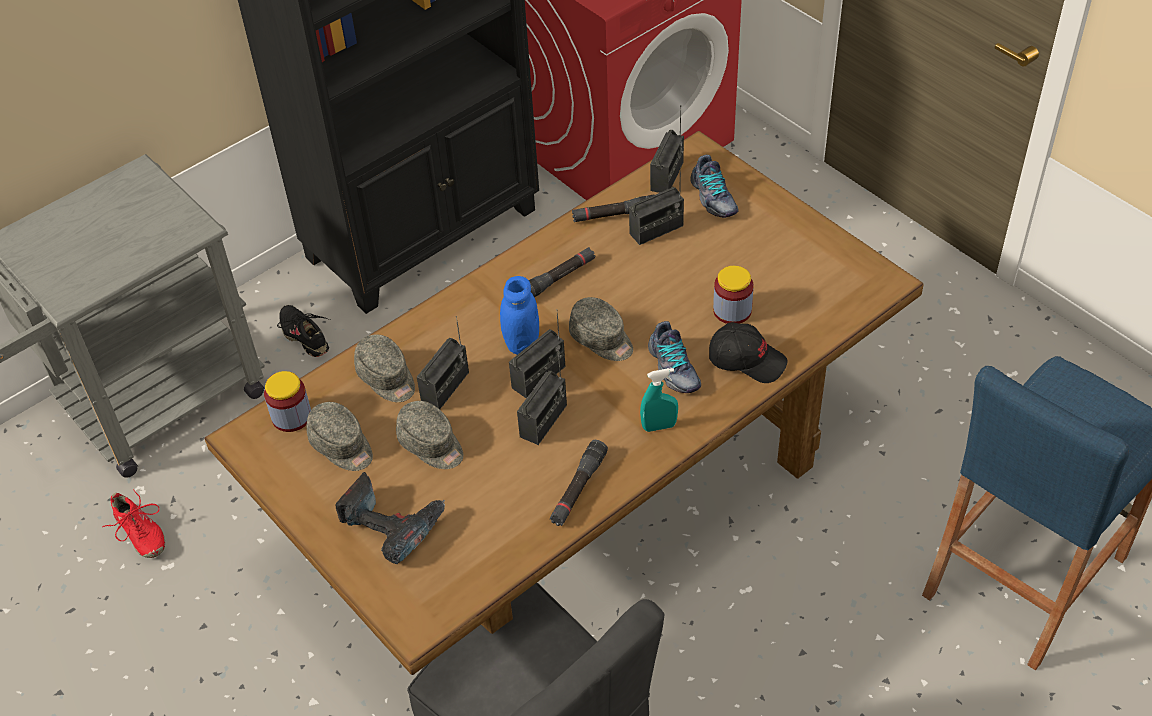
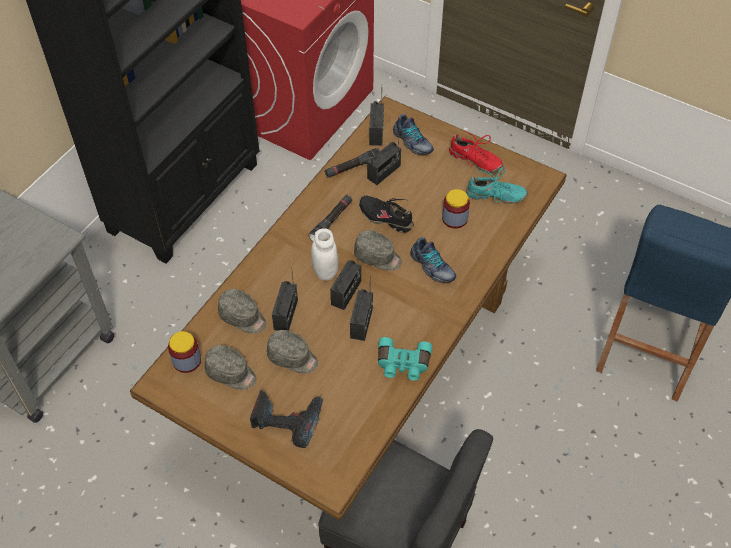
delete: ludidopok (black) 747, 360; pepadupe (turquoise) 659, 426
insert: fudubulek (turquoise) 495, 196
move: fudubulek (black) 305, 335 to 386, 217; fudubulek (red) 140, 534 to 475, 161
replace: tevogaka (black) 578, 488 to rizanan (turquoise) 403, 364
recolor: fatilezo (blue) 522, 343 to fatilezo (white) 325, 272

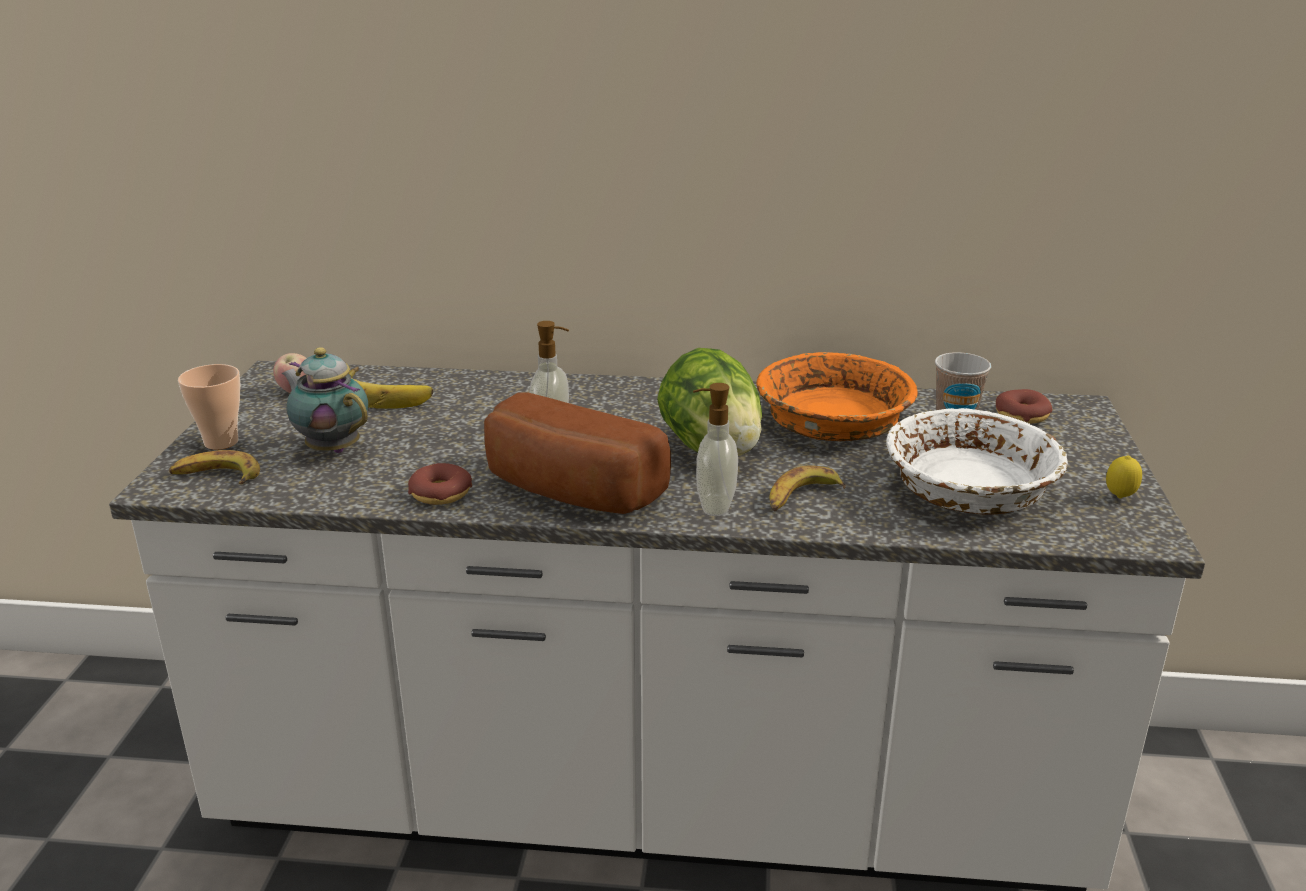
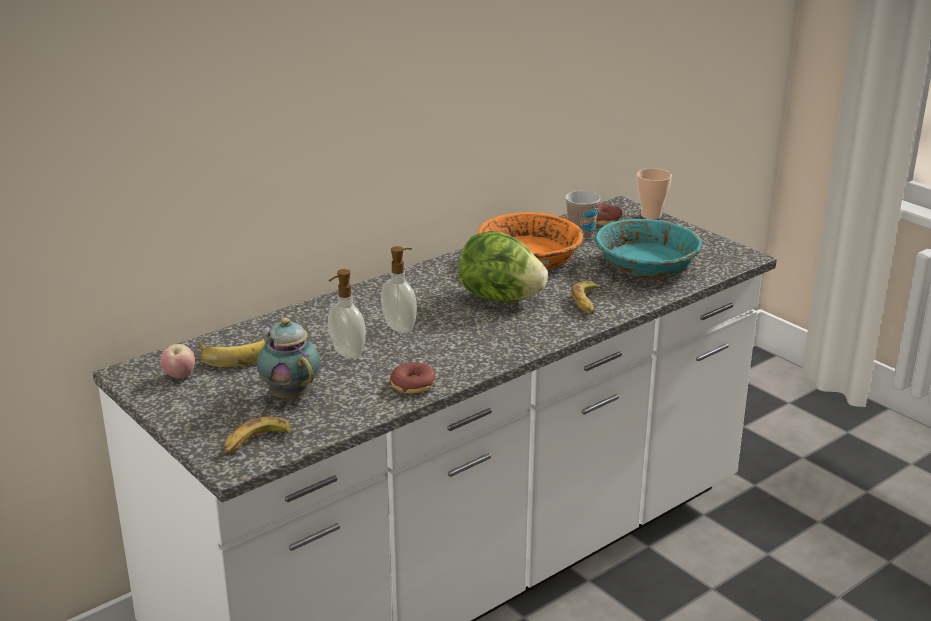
delete: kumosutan 567, 492; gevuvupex 1119, 498
move: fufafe 221, 442 to 651, 216; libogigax 713, 506 to 346, 353
recolor: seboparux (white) 970, 489 to seboparux (turquoise) 646, 266
rotate: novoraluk 332, 448 = 290, 394 60 degrees clockwise

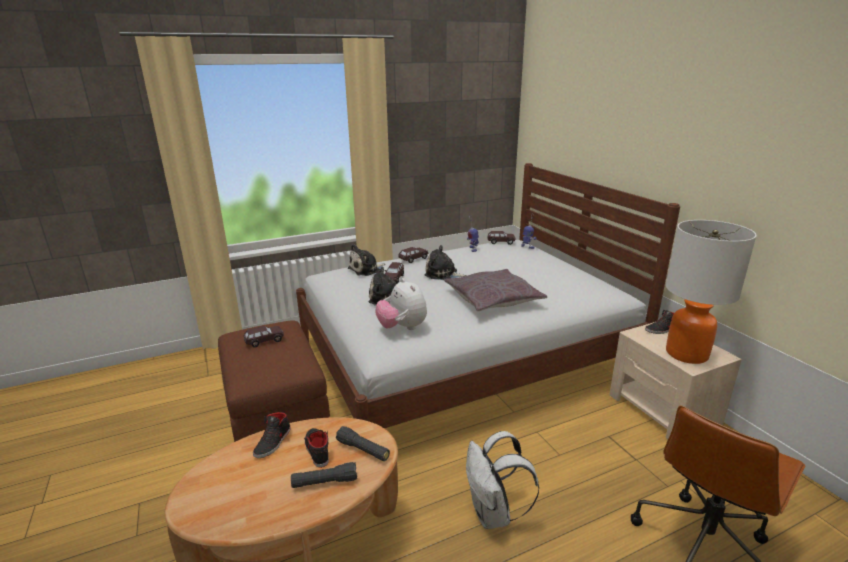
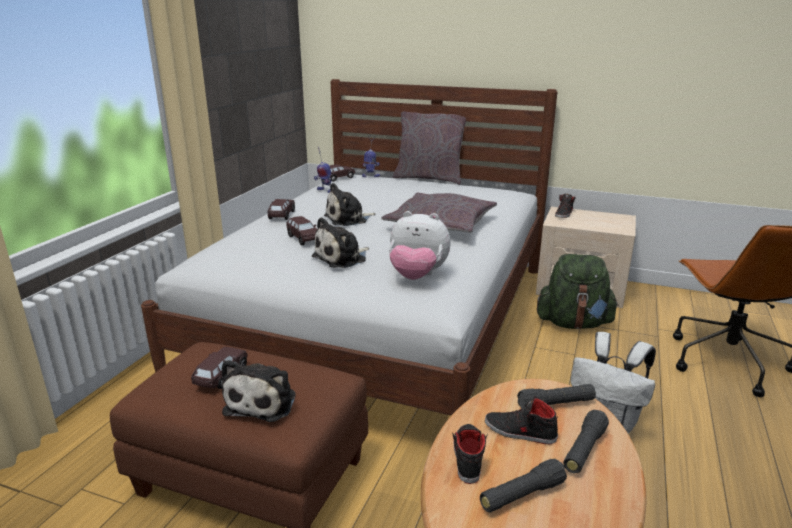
delete: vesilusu 686, 354
insert: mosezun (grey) 429, 178; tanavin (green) 573, 323; tevogaka (black) 522, 495
move: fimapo 366, 270 to 263, 401
rotate: fudubulek (black) 273, 442 = 467, 456 150 degrees counterclockwise

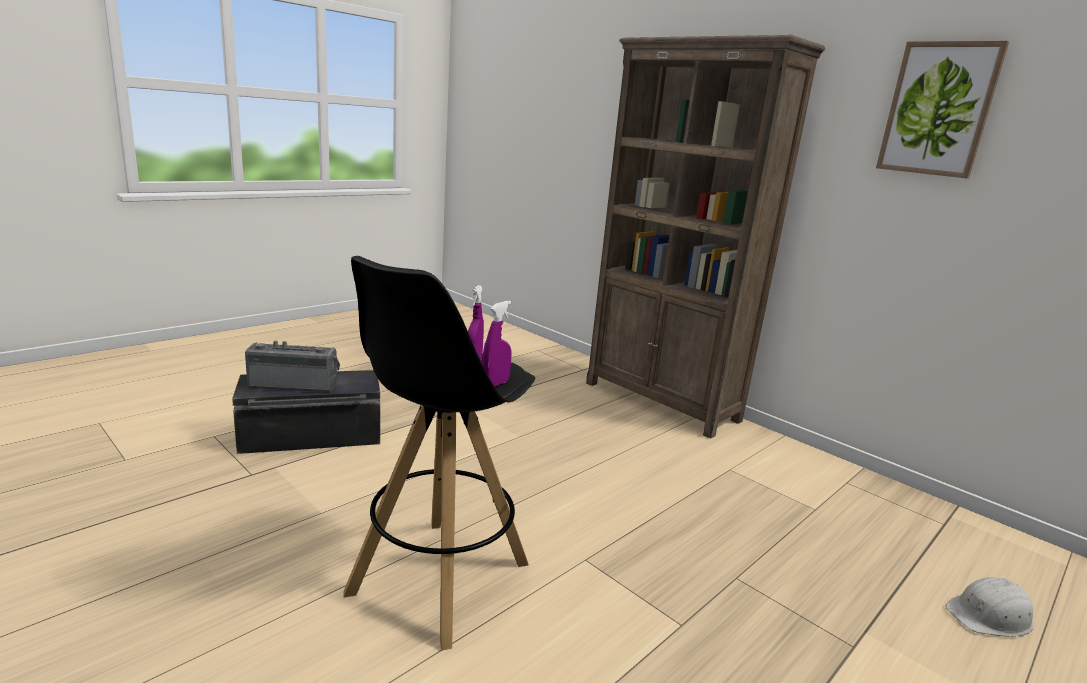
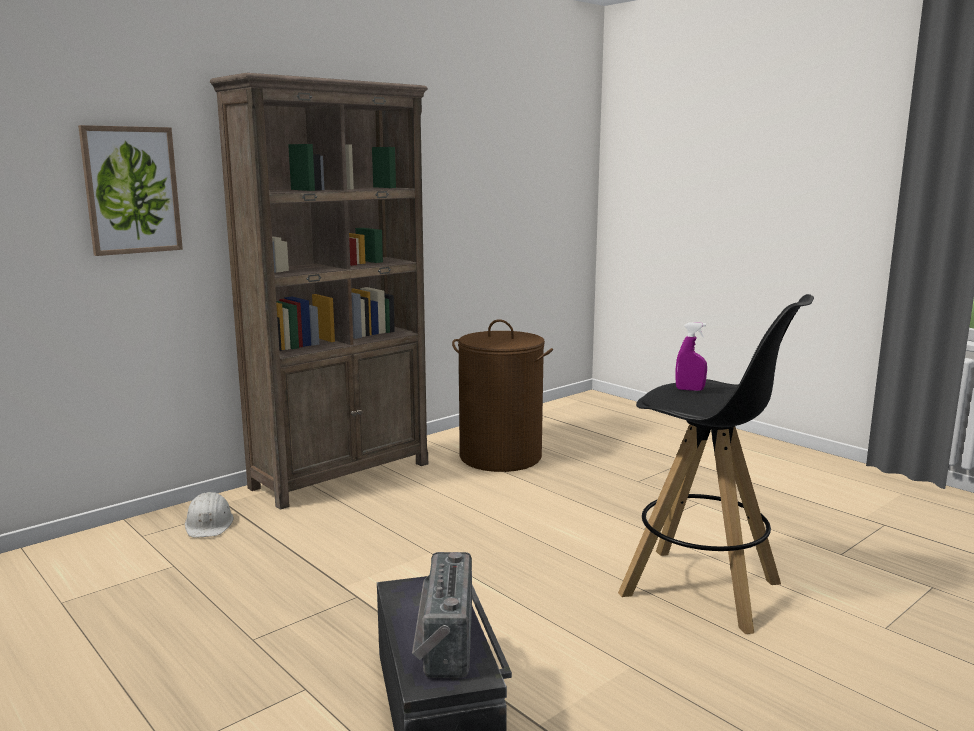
delete: pepadupe (purple) 495, 384
insert: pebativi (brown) 501, 457
move: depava 938, 109 to 131, 190; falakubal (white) 990, 616 to 209, 524

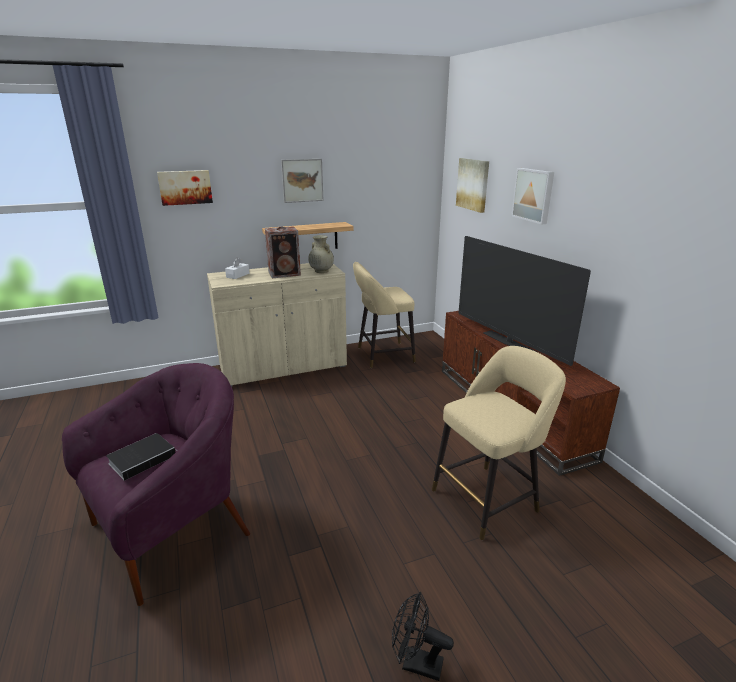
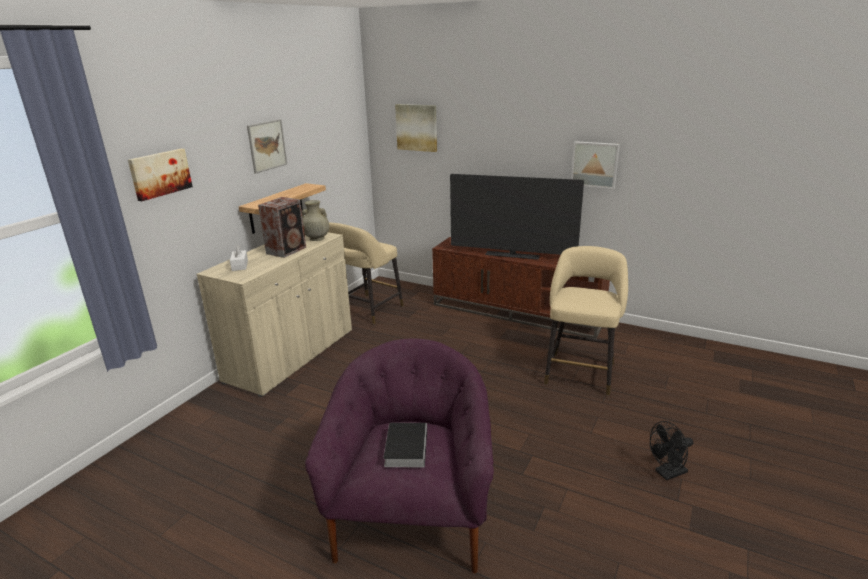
move: depava 534, 195 to 595, 164

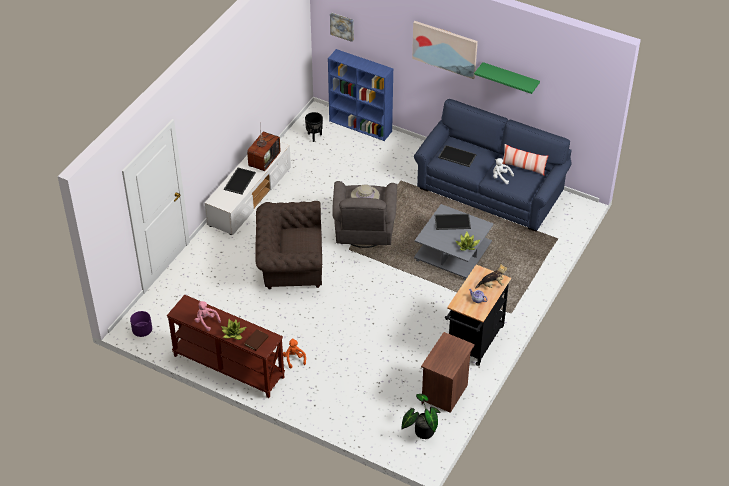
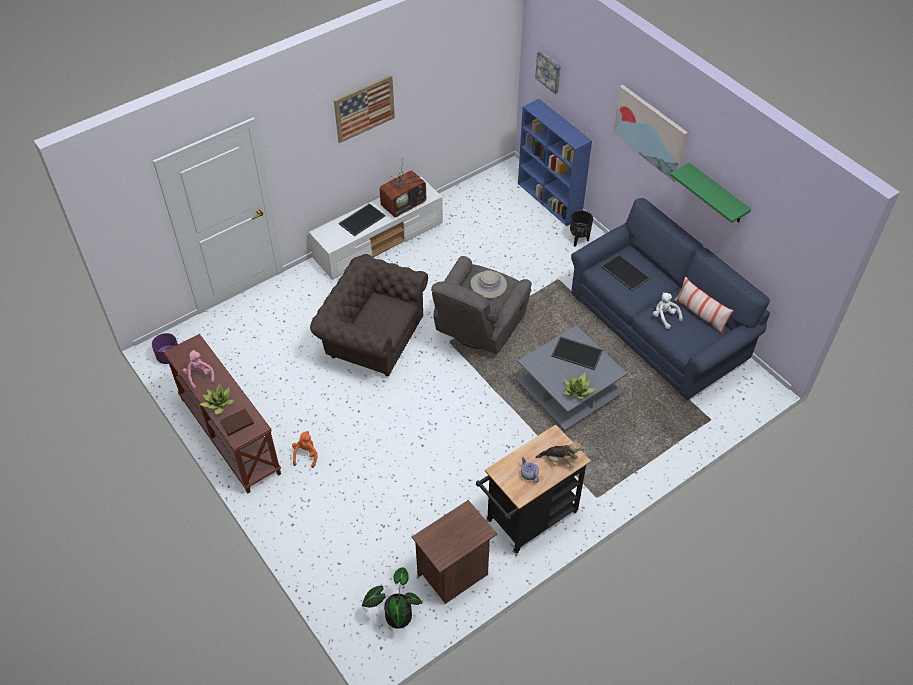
insert: depava 364, 108
move: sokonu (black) 314, 136 to 578, 240

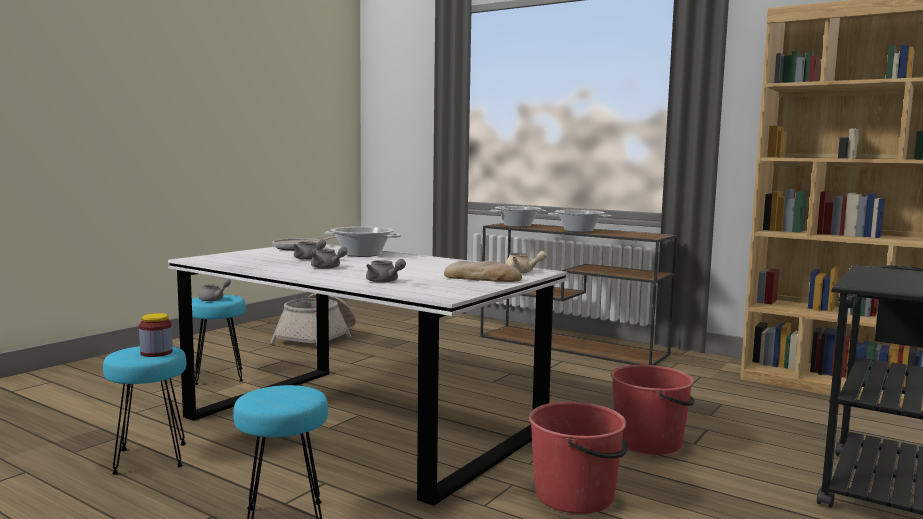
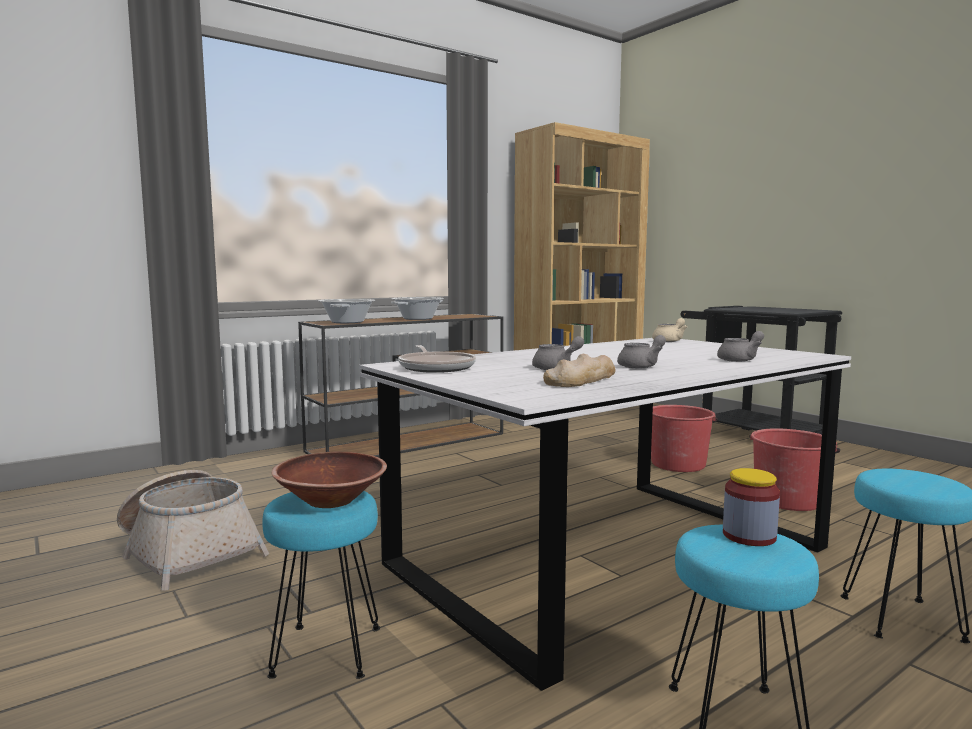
delete: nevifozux 362, 254
move: kumosutan 482, 278 to 581, 379
replace: novoraluk (grey) 215, 299 to seboparux (brown) 331, 500

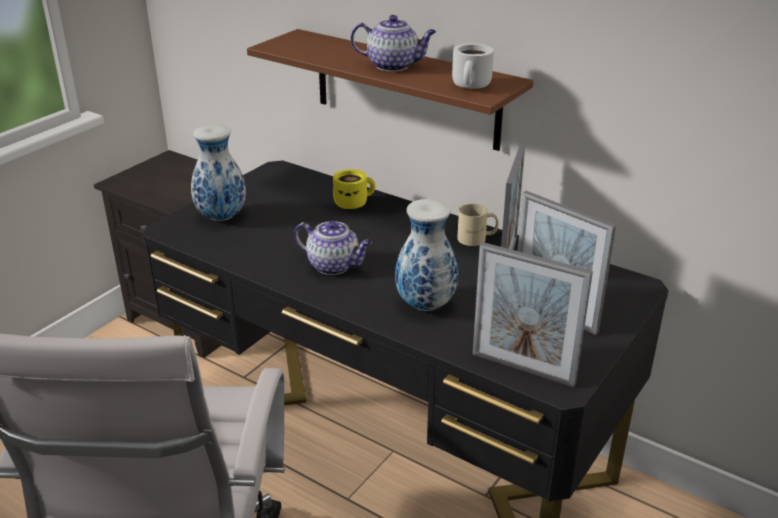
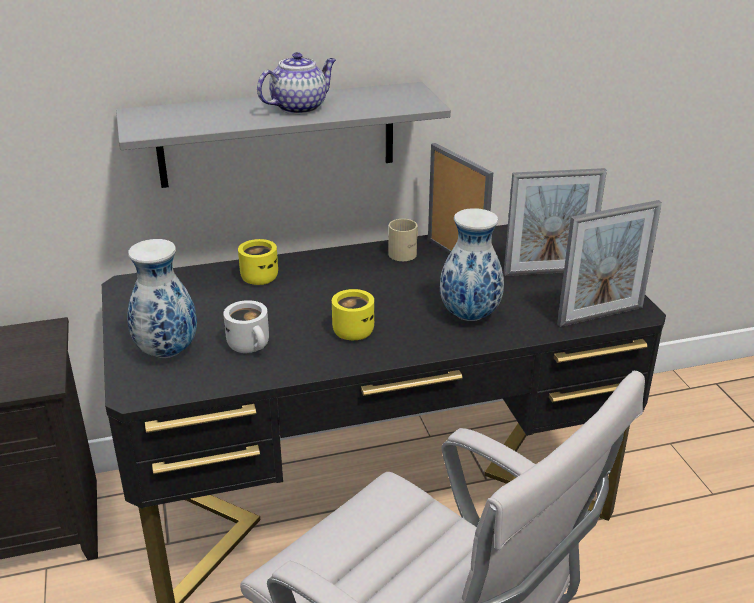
move: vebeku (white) 472, 86 to 252, 345
replace: novoraluk 334, 266 to vebeku (yellow) 351, 330
recolor: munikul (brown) 405, 89 to munikul (grey) 277, 135

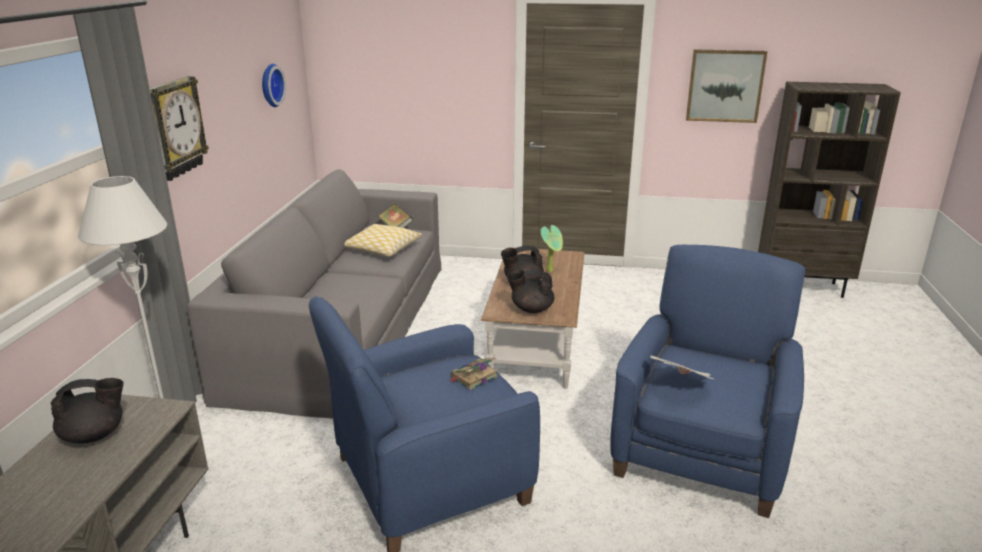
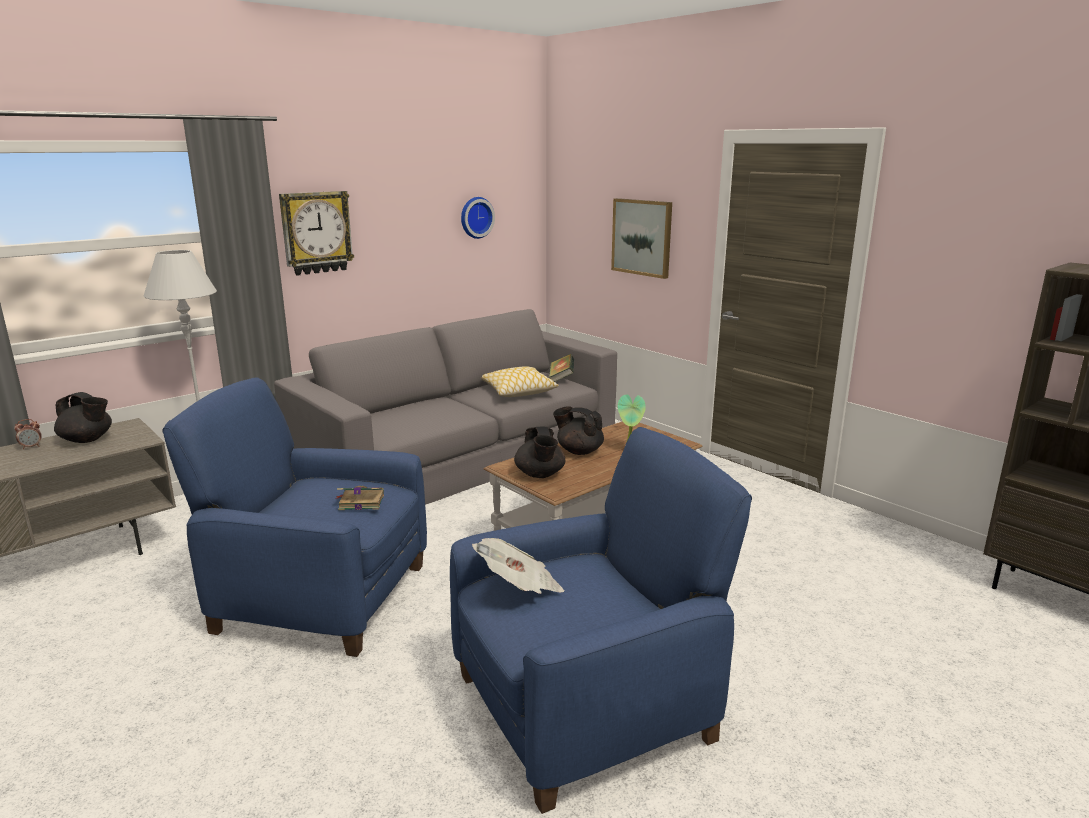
insert: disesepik 31, 447
move: depava 725, 86 to 642, 237
rotate: novoraluk (black) 531, 309 = 540, 475 150 degrees counterclockwise

